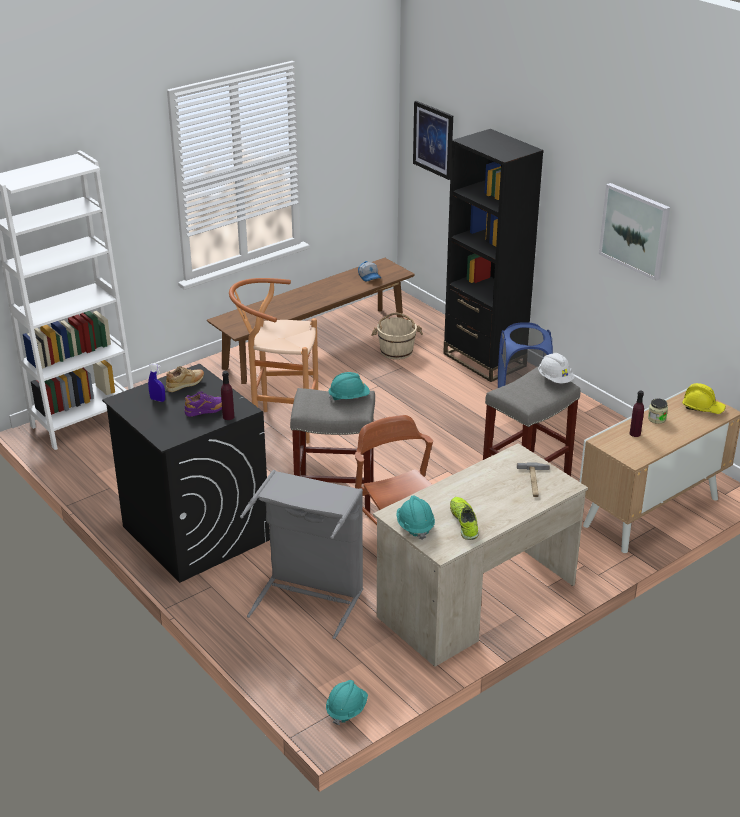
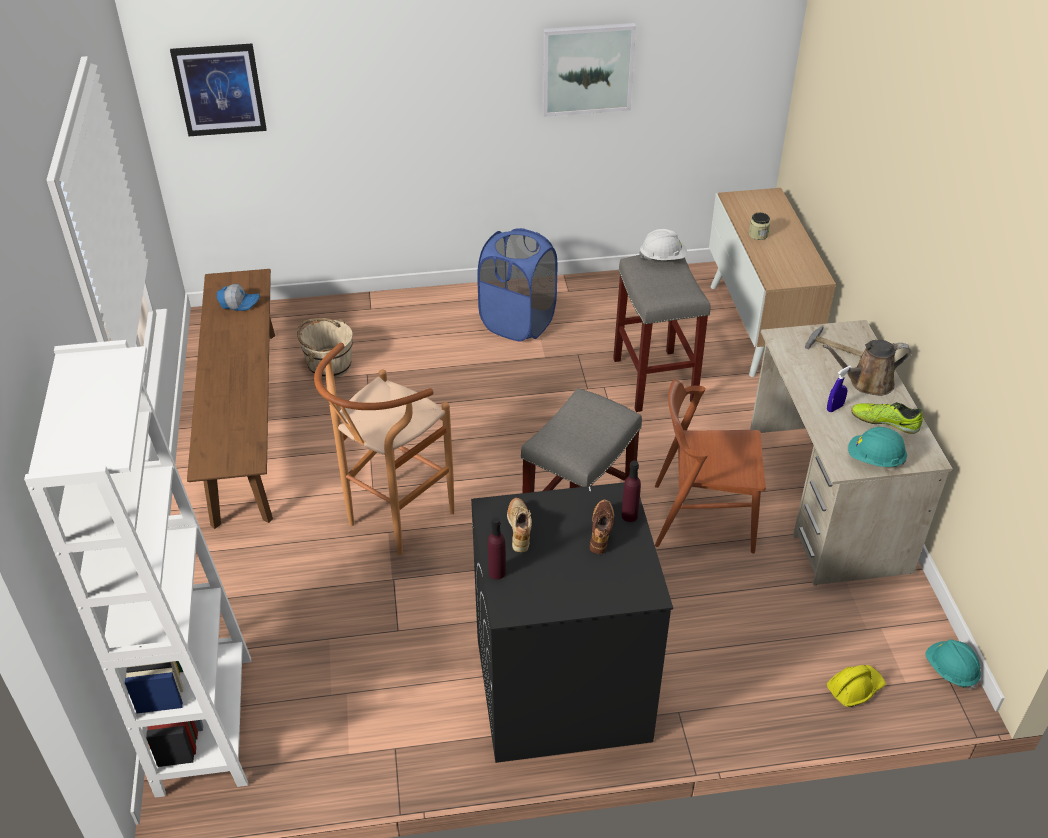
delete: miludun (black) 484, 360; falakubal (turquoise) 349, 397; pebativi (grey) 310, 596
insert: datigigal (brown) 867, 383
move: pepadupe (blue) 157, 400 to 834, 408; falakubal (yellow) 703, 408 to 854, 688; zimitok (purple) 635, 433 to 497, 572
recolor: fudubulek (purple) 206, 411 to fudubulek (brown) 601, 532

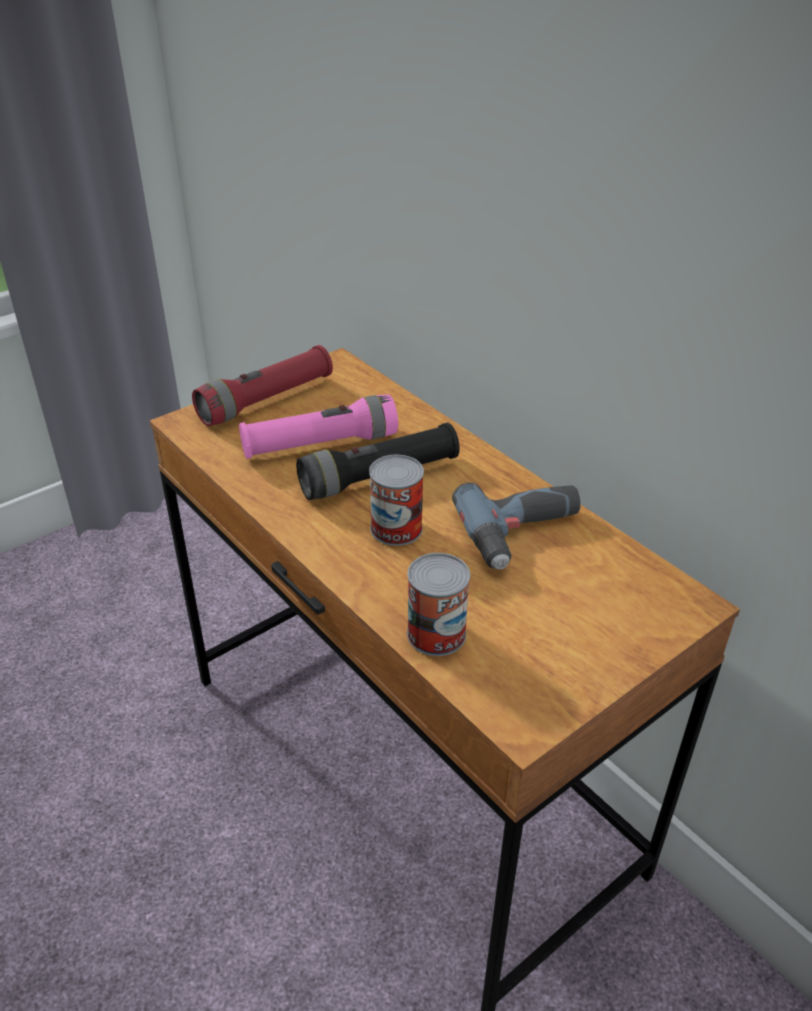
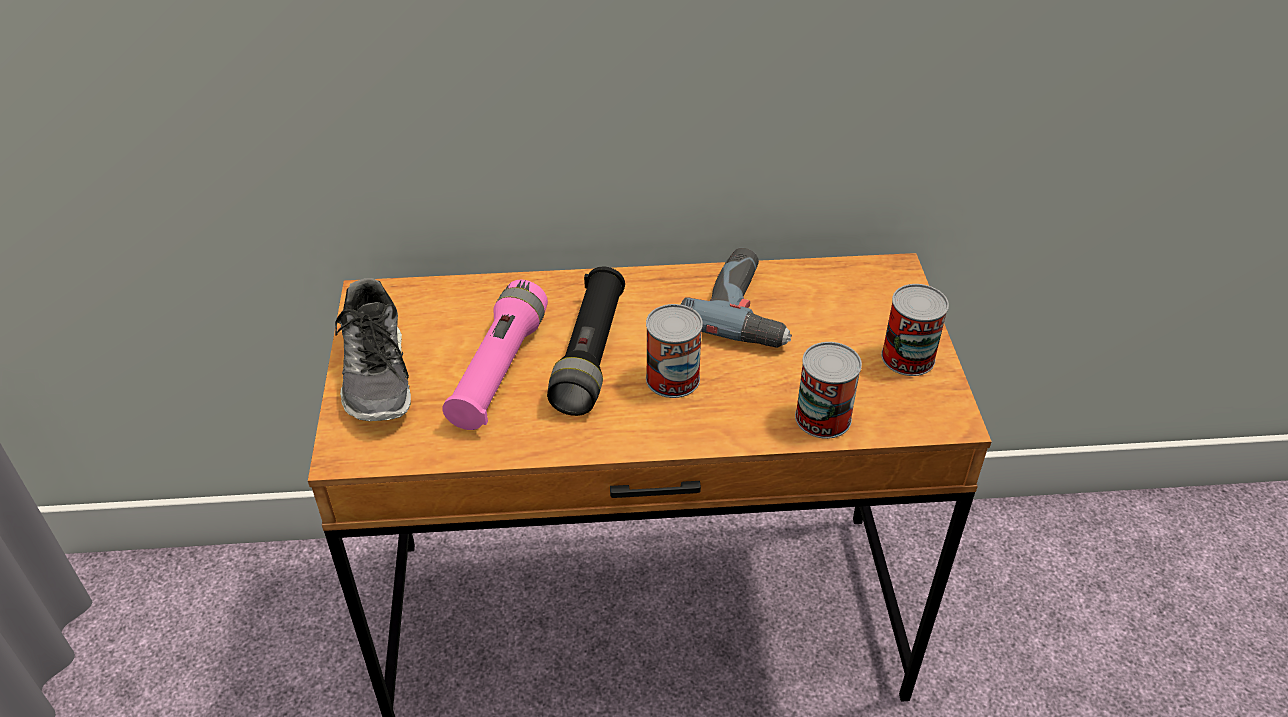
insert: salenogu 908, 357
replace: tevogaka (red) 266, 400 to fudubulek 378, 374

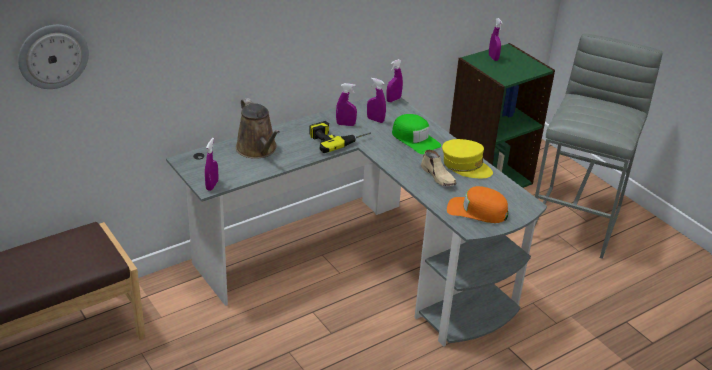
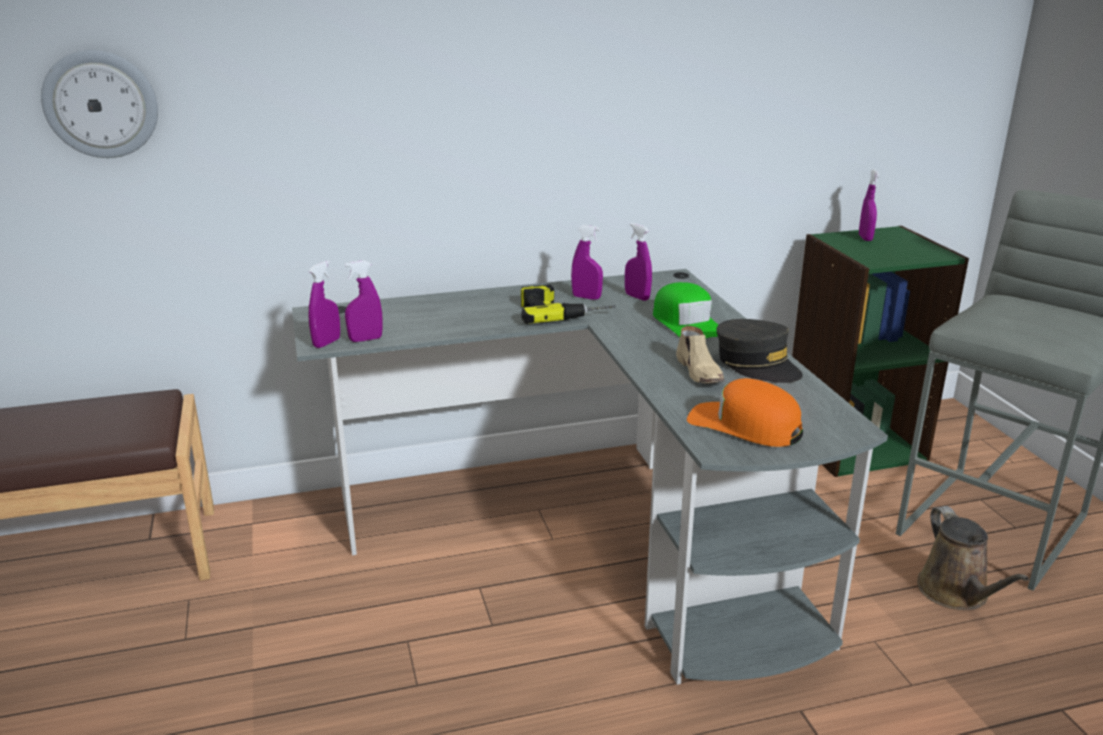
move: pepadupe (purple) 393, 100 to 365, 339; datigigal (brown) 258, 149 to 956, 593
recolor: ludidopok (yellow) 465, 166 to ludidopok (grey) 757, 364

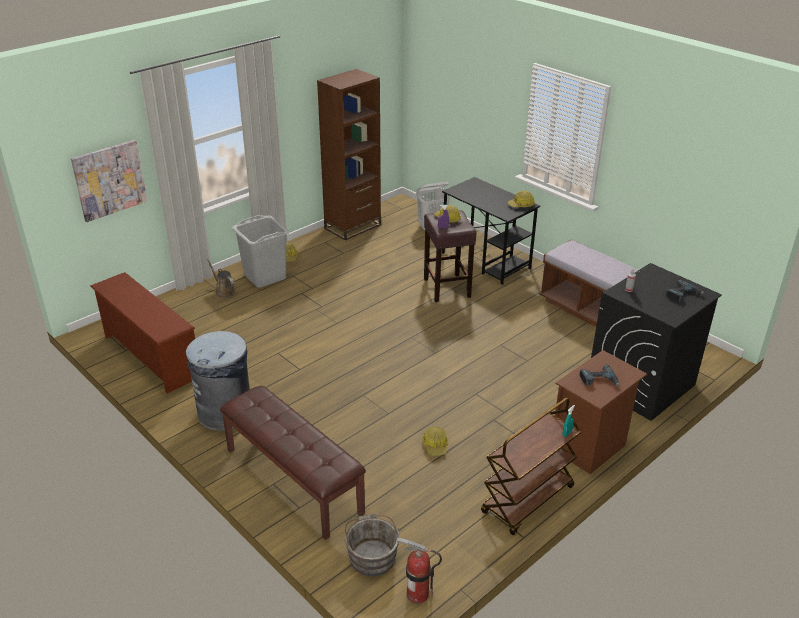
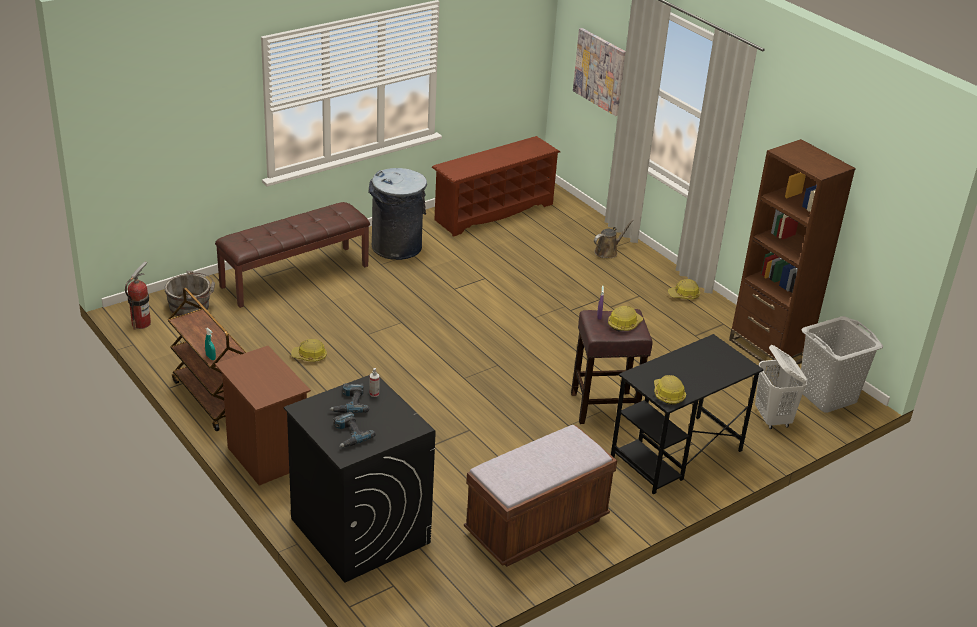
move: pebativi (grey) 265, 276 to 827, 396; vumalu 599, 380 to 349, 403

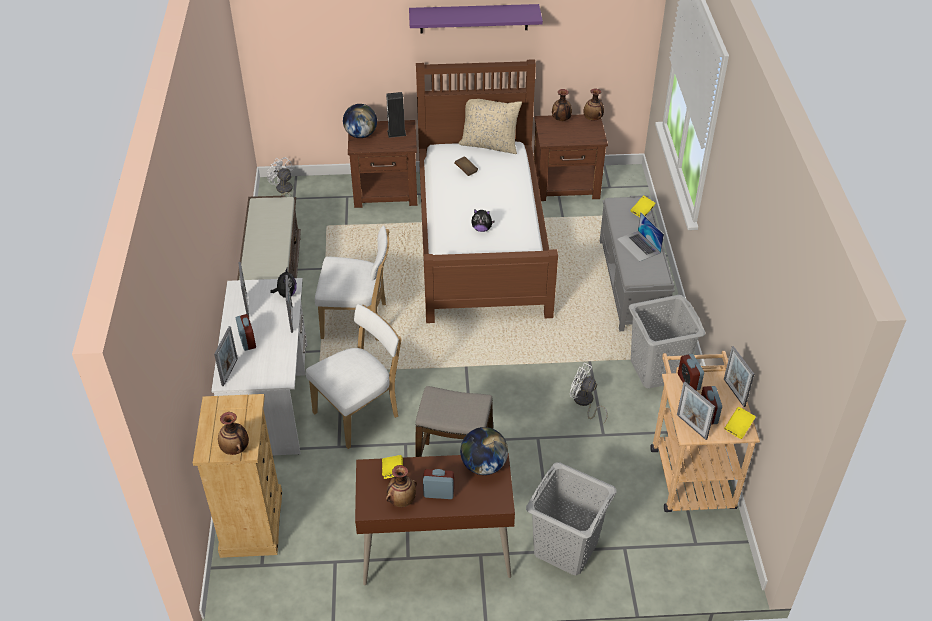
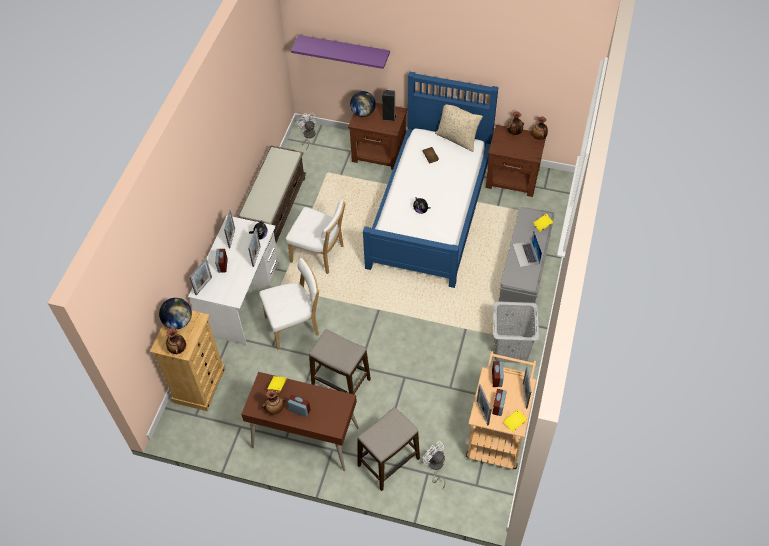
move: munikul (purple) 474, 18 to 344, 50; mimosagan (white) 584, 402 to 435, 467; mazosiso 483, 465 to 178, 322
replace: pebativi (grey) 566, 548 to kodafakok 389, 462
recolor: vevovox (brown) 481, 241 to vevovox (blue) 430, 211

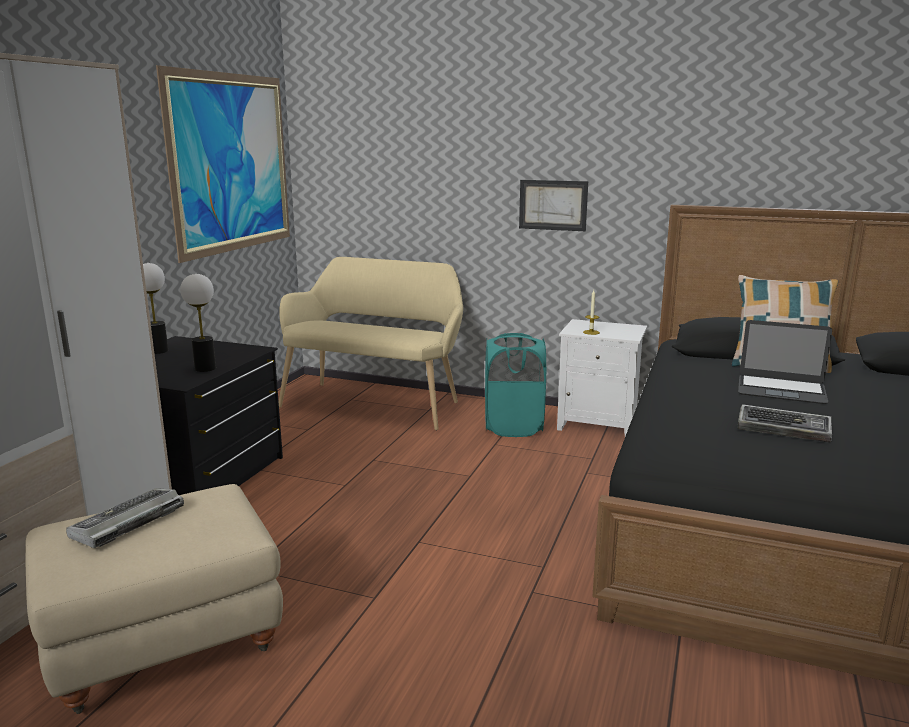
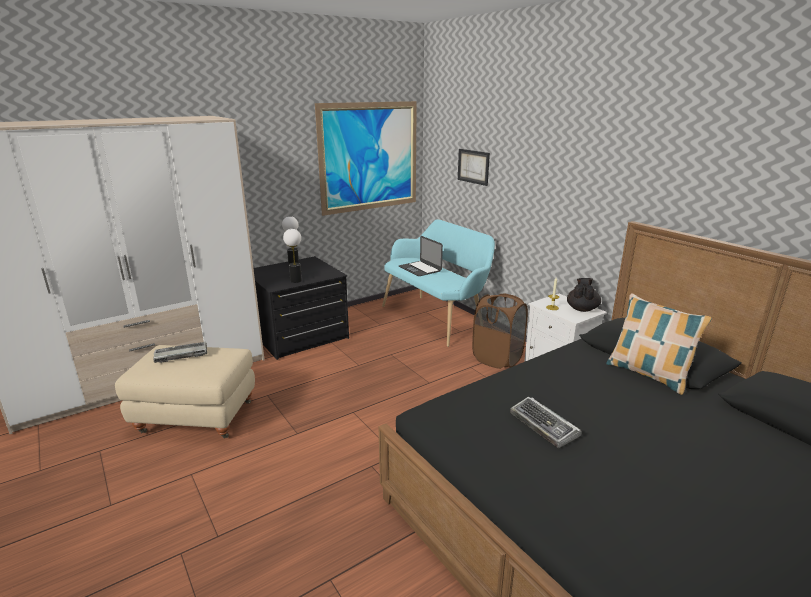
insert: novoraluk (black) 582, 309
move: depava 553, 205 to 473, 166; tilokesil 781, 389 to 420, 269
recolor: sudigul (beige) 375, 403 to sudigul (turquoise) 436, 318; pebativi (turquoise) 513, 427 to pebativi (brown) 497, 358

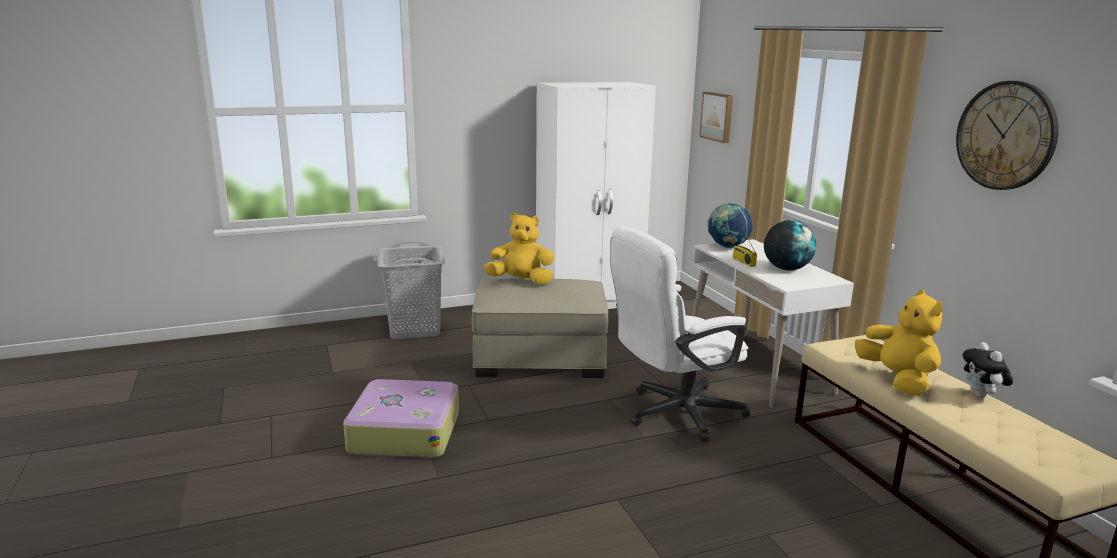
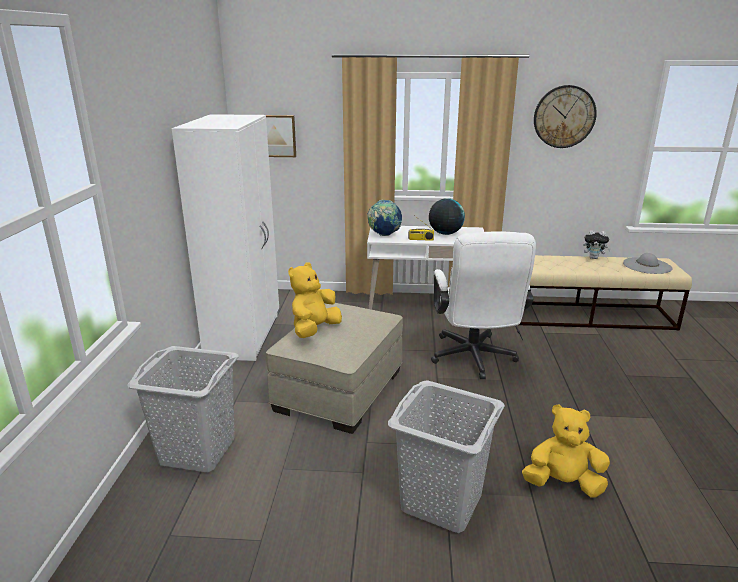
insert: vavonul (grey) 647, 265
move: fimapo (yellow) 897, 380 to 563, 484
replace: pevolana 404, 432 to pebativi (grey) 441, 502

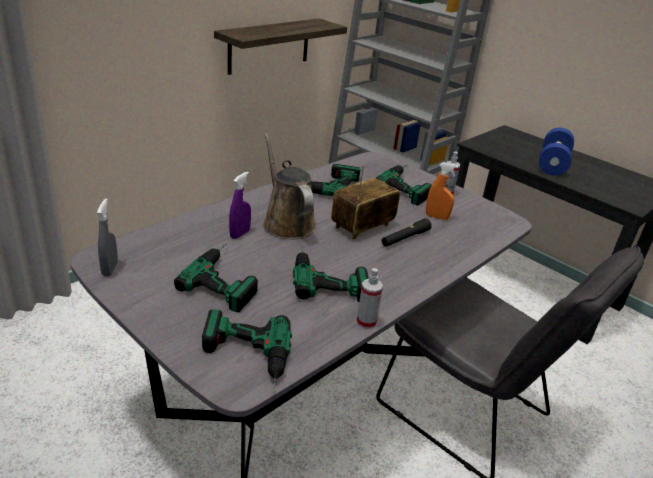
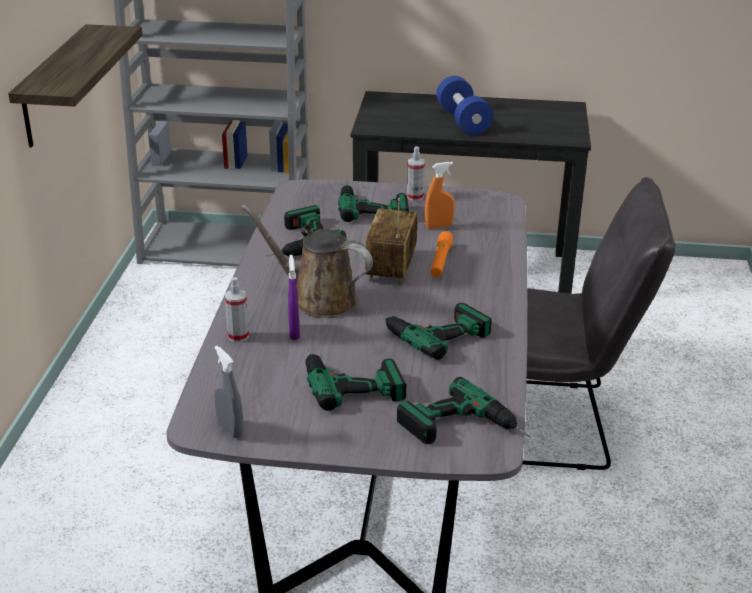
move: pepadupe 366, 322 to 238, 336
recolor: tevogaka (black) 405, 238 to tevogaka (orange) 440, 261

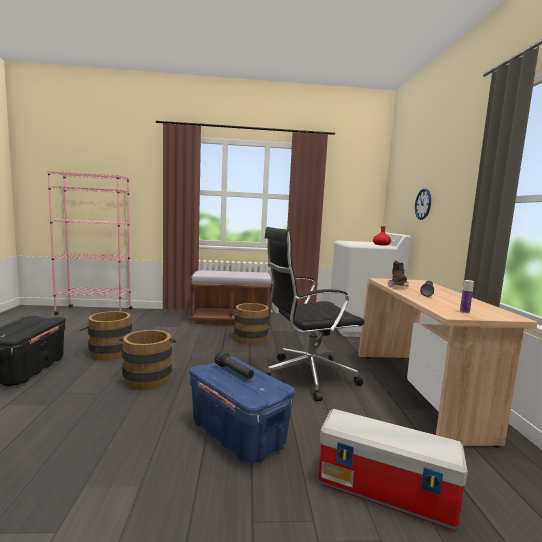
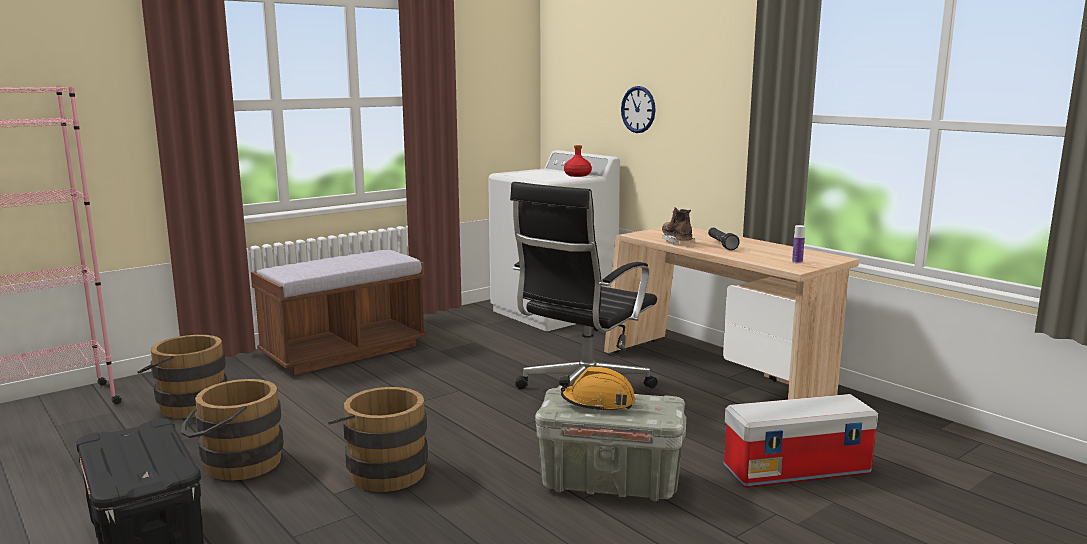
move: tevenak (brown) 248, 337 to 187, 405
replace: tevogaka (black) 234, 372 to falakubal (orange) 598, 402
recolor: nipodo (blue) 238, 434 to nipodo (grey) 610, 482

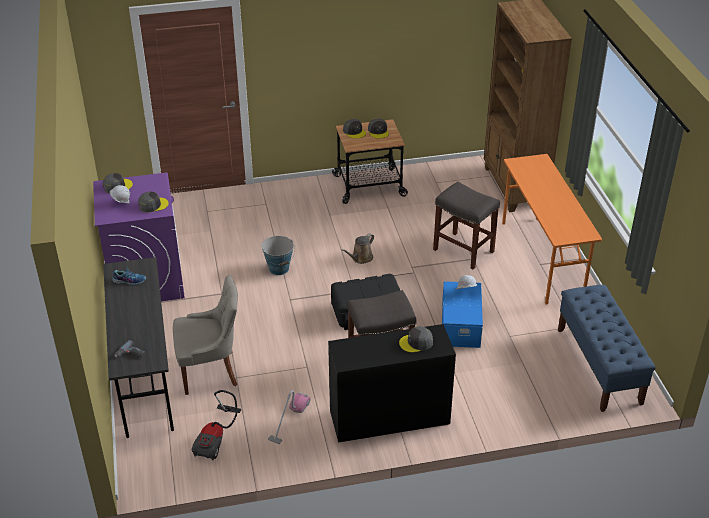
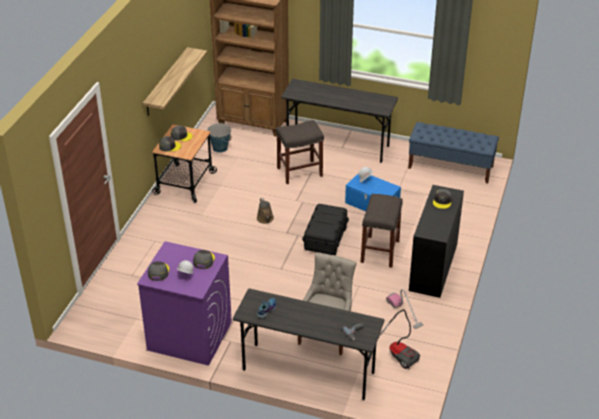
insert: munikul 166, 82
move: tevenak 279, 268 to 220, 148
recolor: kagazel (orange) 542, 259 to kagazel (grey) 338, 145

